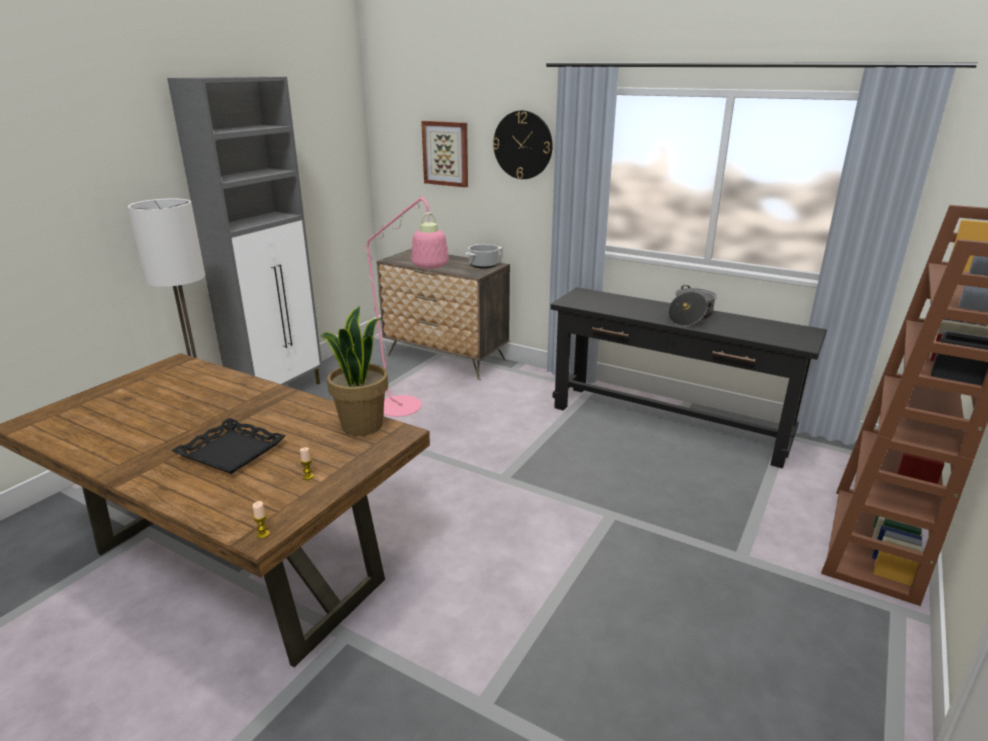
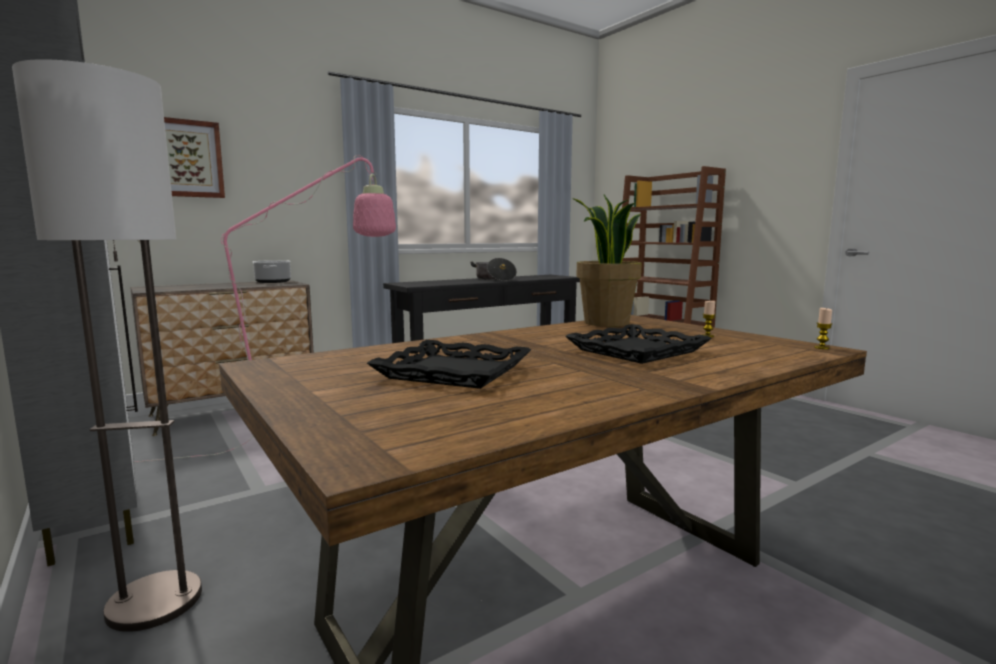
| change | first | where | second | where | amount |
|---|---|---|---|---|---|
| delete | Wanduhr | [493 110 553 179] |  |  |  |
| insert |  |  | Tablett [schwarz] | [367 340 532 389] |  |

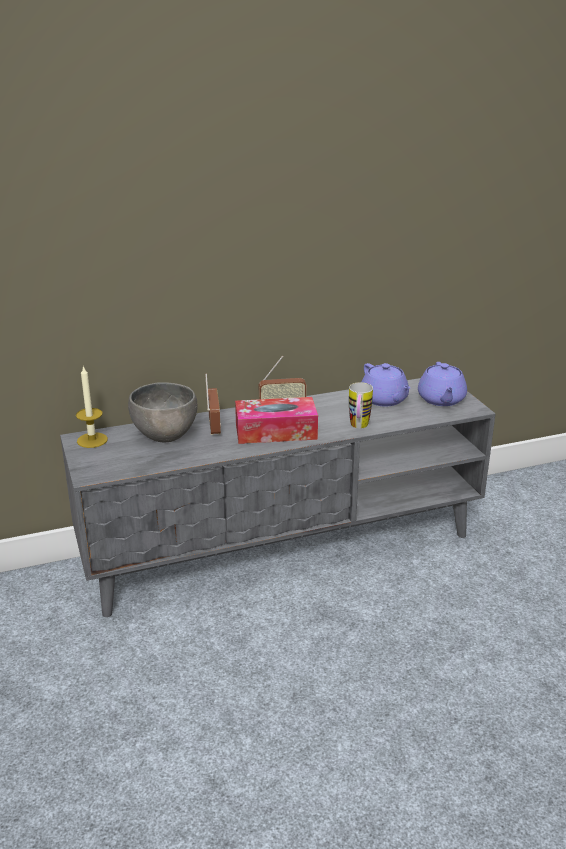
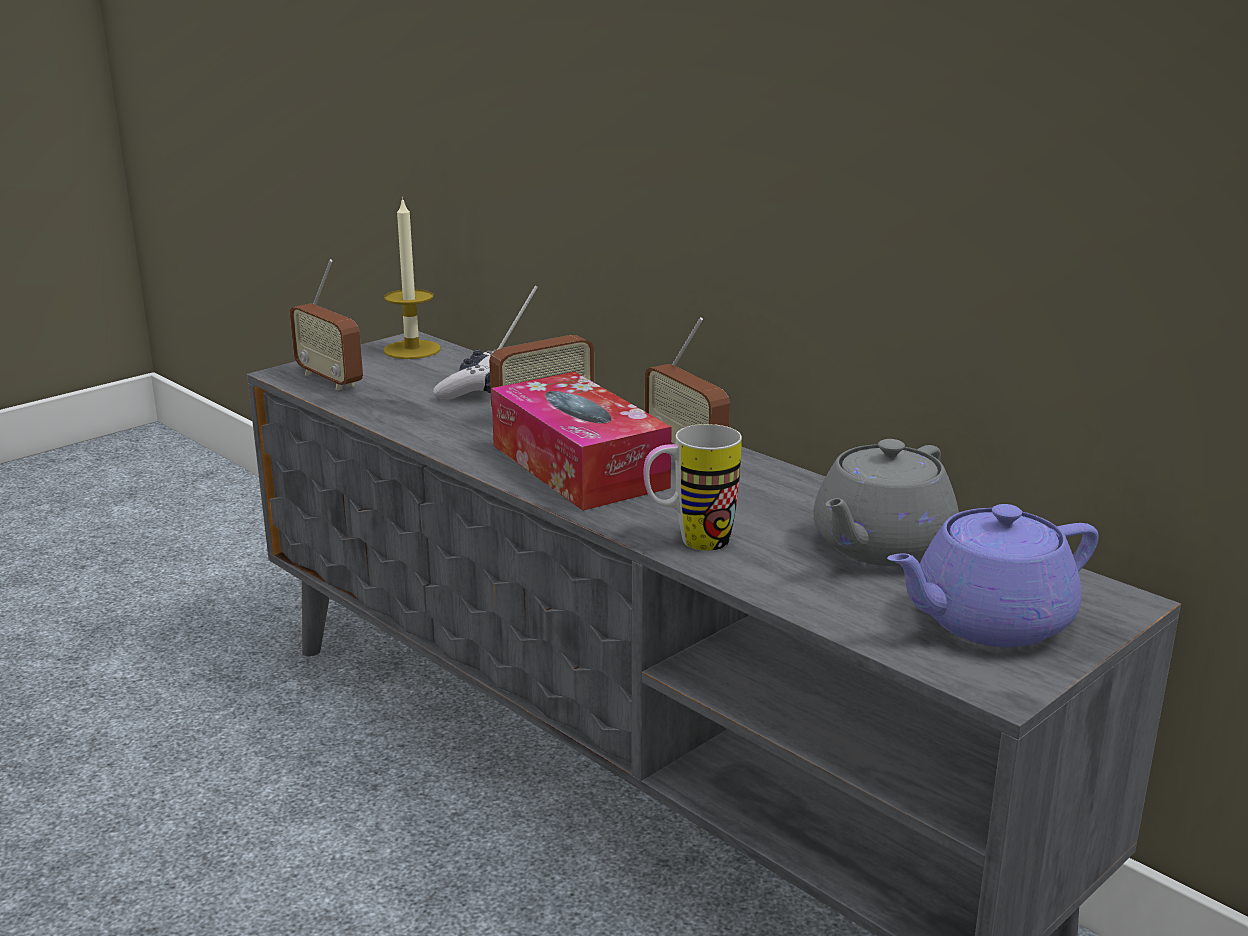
| change | first | where | second | where | amount |
|---|---|---|---|---|---|
| recolor | Teekanne [lila] | [362 363 410 406] | Teekanne [grau] | [813 439 959 566] |  |
| replace | Schüssel [grau] | [128 382 198 442] | Gamepad | [433 349 496 400] |  |
| insert |  |  | Radio | [290 259 363 390] |  |

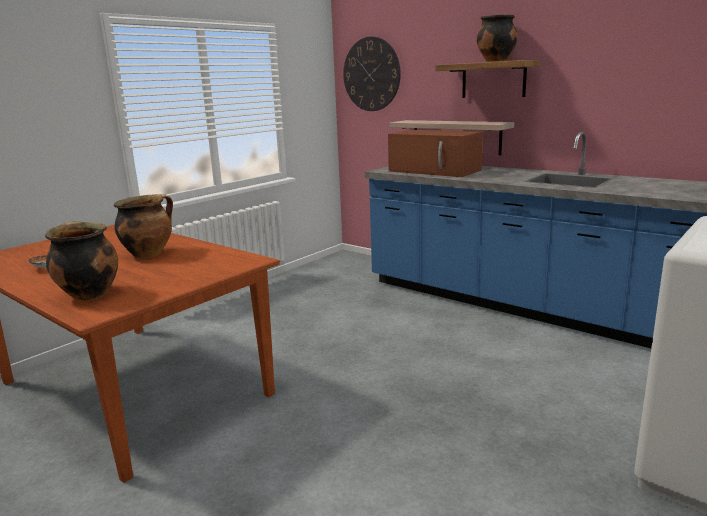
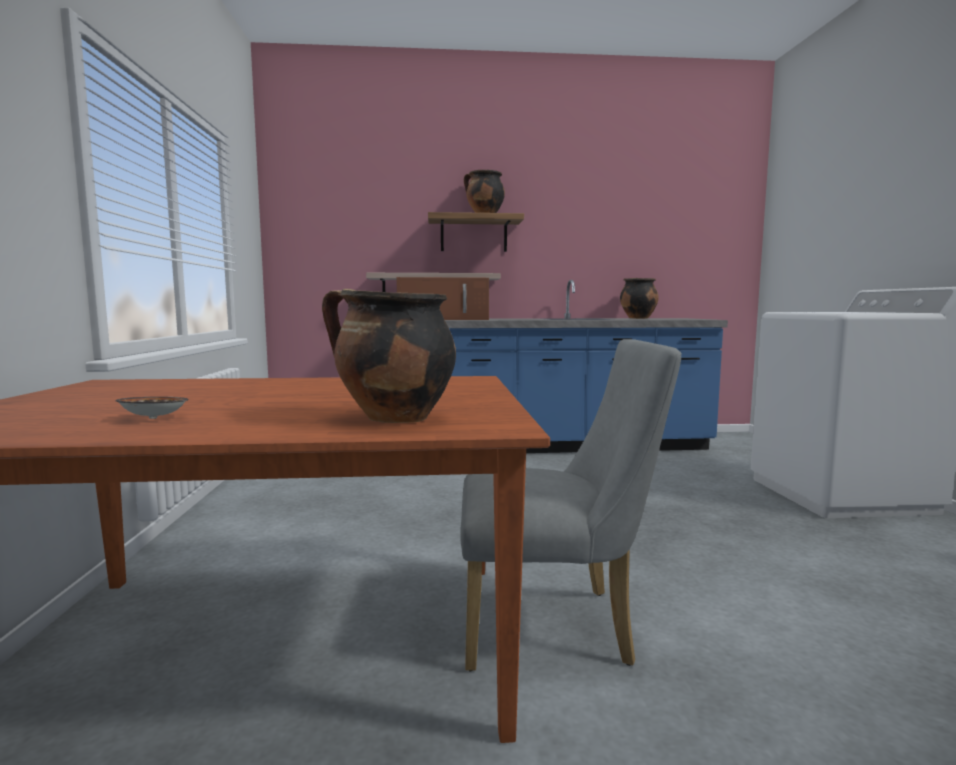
| change | first | where | second | where | amount |
|---|---|---|---|---|---|
| delete | Wanduhr | [343 36 401 111] |  |  |  |
| move | Kochtopf | [114 194 173 258] |  | [620 278 659 319] |  |
| insert |  |  | Stuhl [grau] | [460 339 681 671] |  |

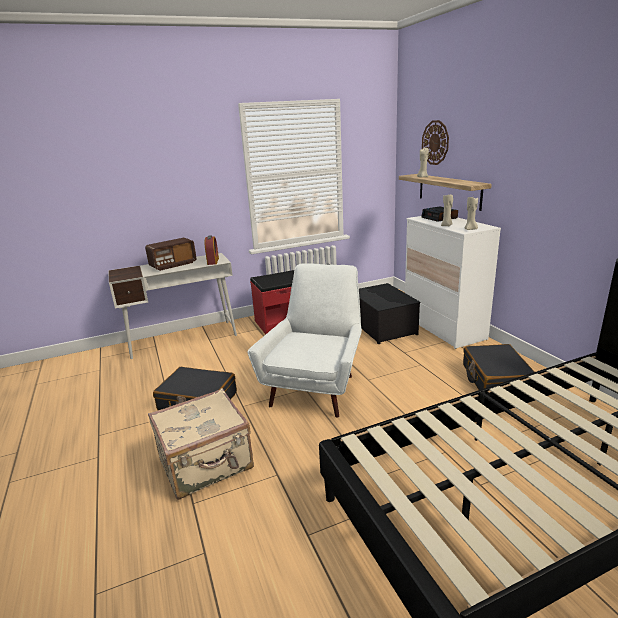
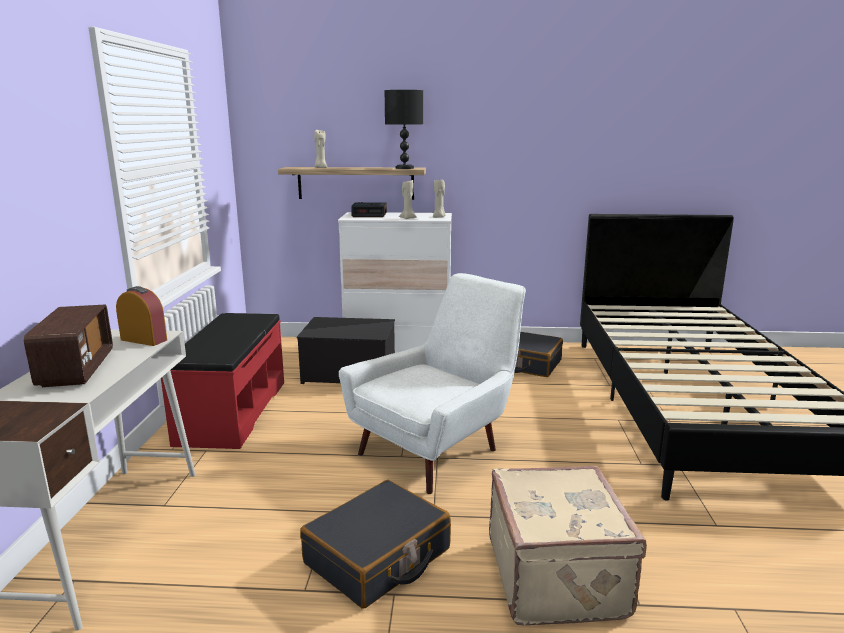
| change | first | where | second | where | amount |
|---|---|---|---|---|---|
| delete | Wanduhr | [422 120 449 165] |  |  |  |
| rotate | Sessel [weiß] | [247 263 362 417] |  | [339 273 526 494] | 90 degrees clockwise |
| insert |  |  | Tischlampe [schwarz] | [384 90 423 169] |  |

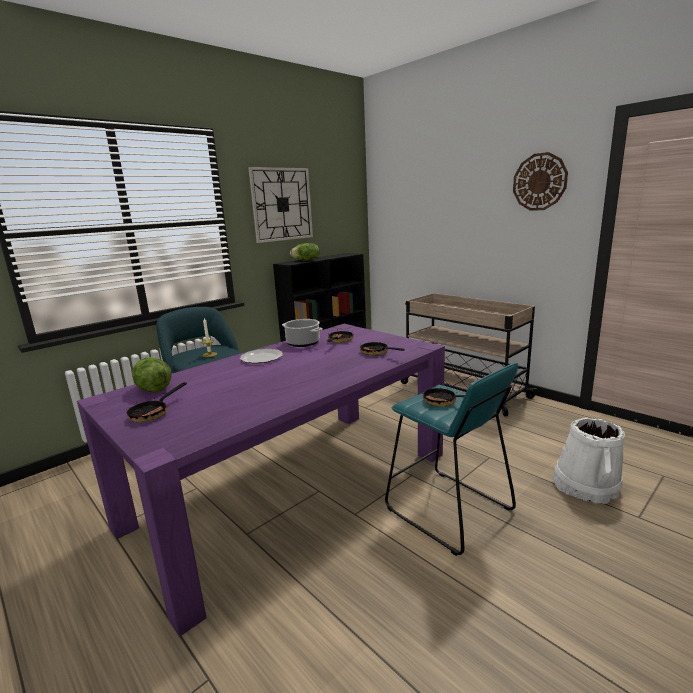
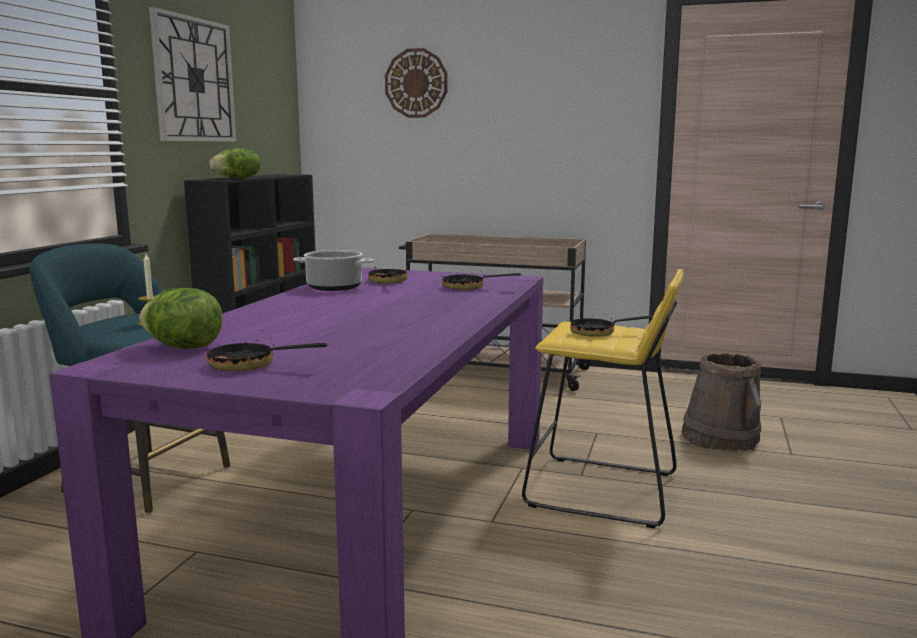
| change | first | where | second | where | amount |
|---|---|---|---|---|---|
| move | Wanduhr | [513 152 568 211] |  | [385 48 448 118] |  |
| delete | Teller | [240 349 283 364] |  |  |  |
| recolor | Hocker [türkis] | [385 363 518 556] | Hocker [gelb] | [522 269 684 528] |  |
| rotate | Pfanne | [127 382 187 423] |  | [204 338 327 372] | 105 degrees clockwise |
| recolor | Eimer [weiß] | [552 417 625 504] | Eimer [braun] | [682 353 761 451] |  |

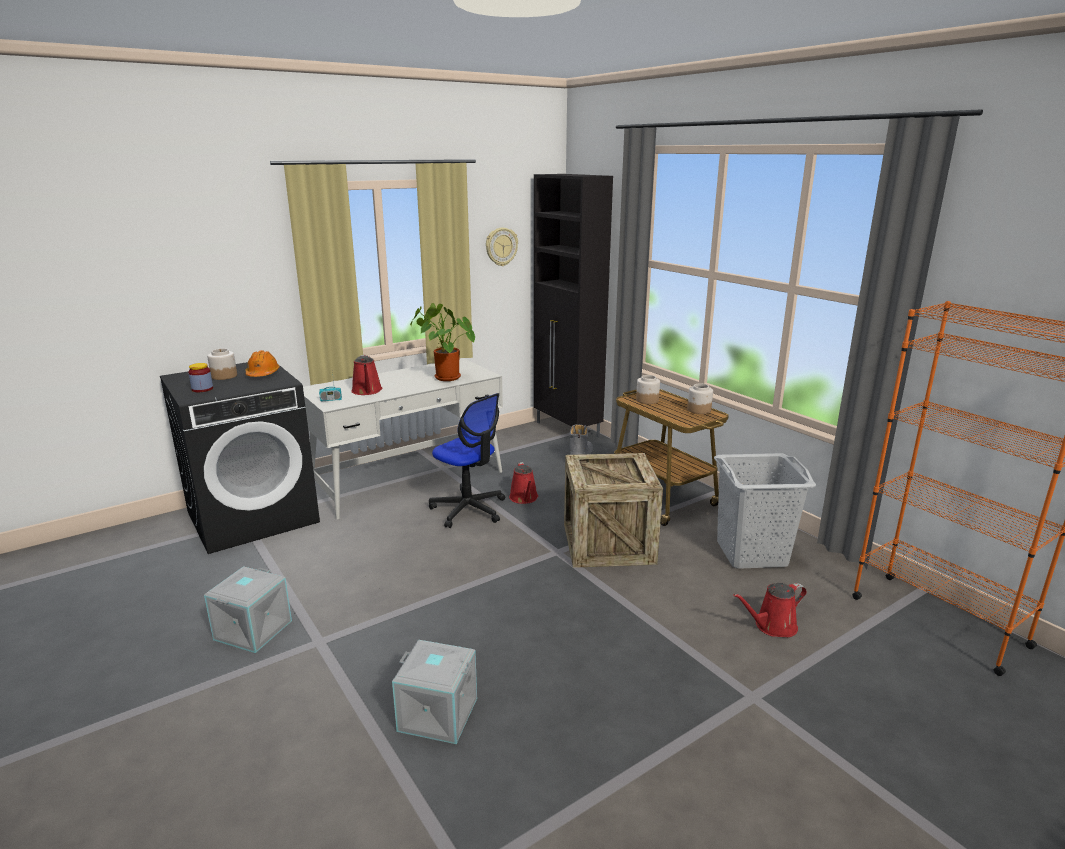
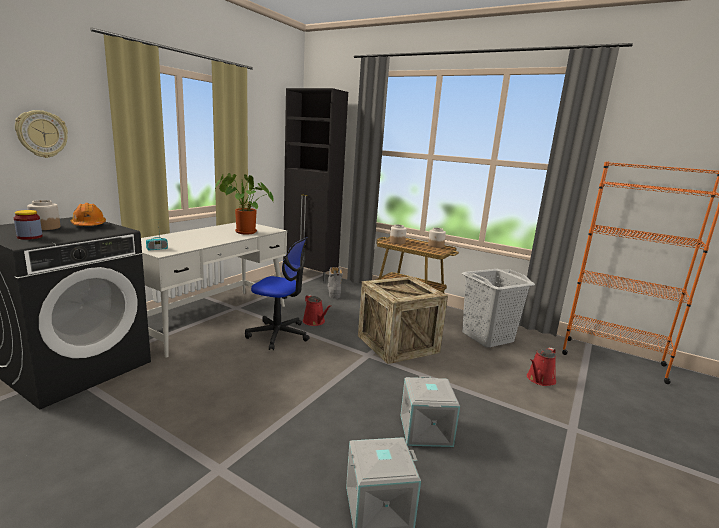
| change | first | where | second | where | amount |
|---|---|---|---|---|---|
| move | Wanduhr | [486 228 518 266] |  | [15 110 68 158] |  |
| delete | Gießkanne [rot] | [351 355 383 395] |  |  |  |
| move | Aufbewahrungsbox [grau] | [204 566 292 653] |  | [401 376 460 447] |  |

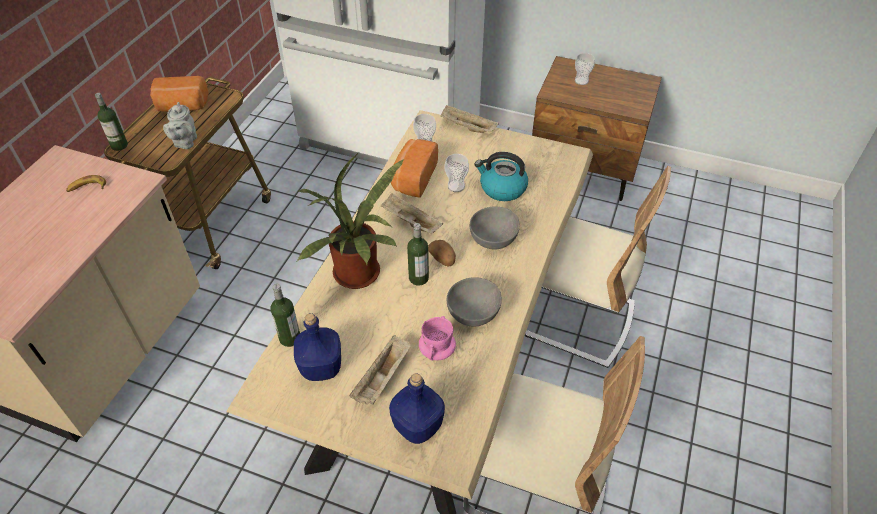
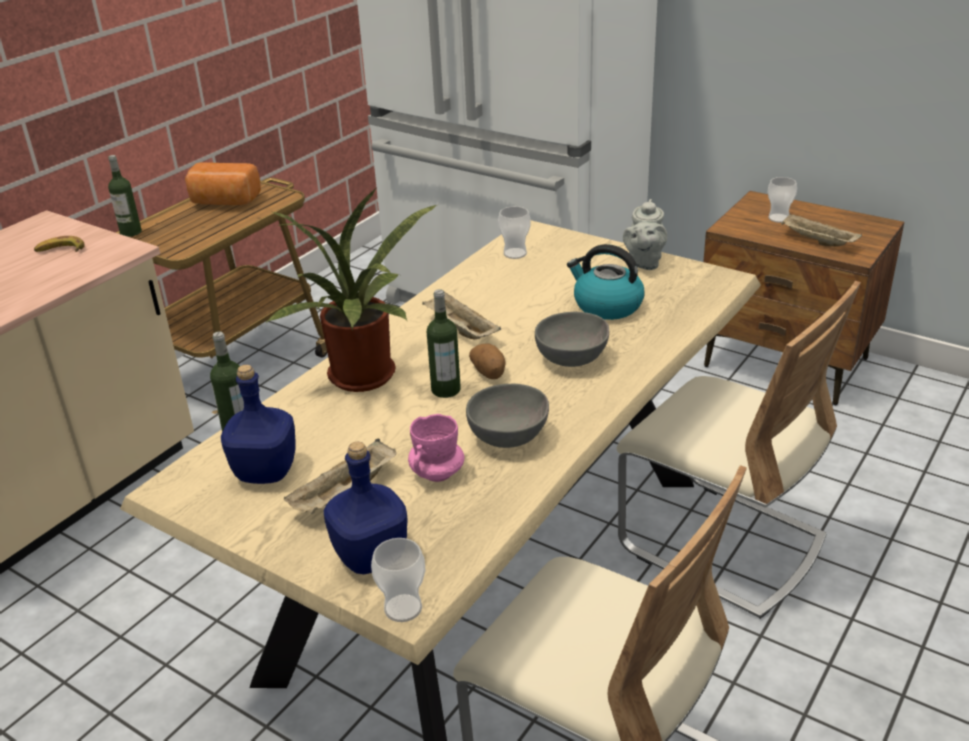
| change | first | where | second | where | amount |
|---|---|---|---|---|---|
| move | Teekanne [grau] | [163 102 197 149] |  | [623 199 667 270] |  |
| move | Tablett [beige] | [440 105 499 133] |  | [781 213 862 247] |  |
| delete | Brot | [391 139 438 198] |  |  |  |
| move | Tasse | [445 154 469 192] |  | [371 538 425 622] |  |

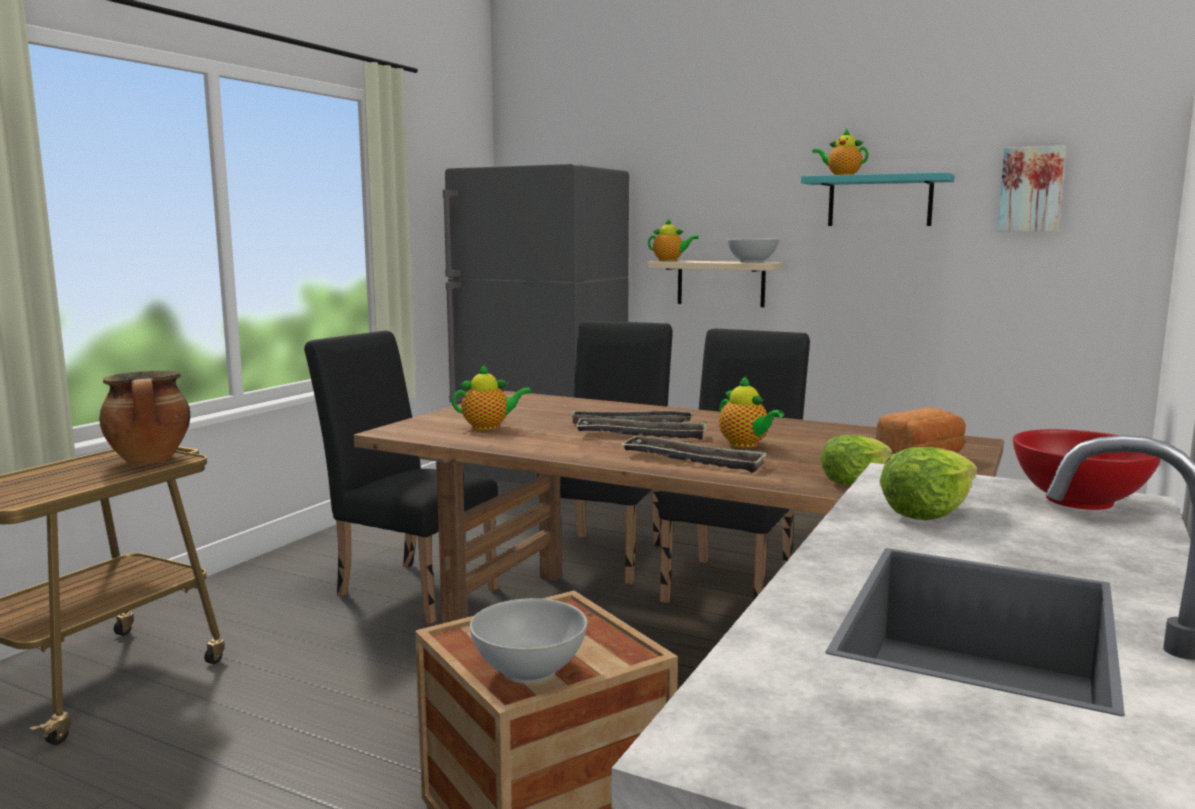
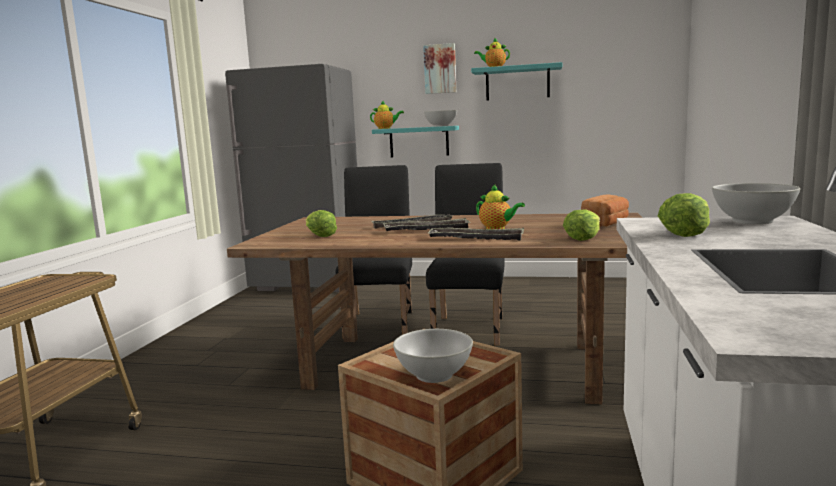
| change | first | where | second | where | amount |
|---|---|---|---|---|---|
| move | Bild | [997 146 1065 232] |  | [423 43 456 94] |  |
| recolor | Wandregal [beige] | [647 261 783 307] | Wandregal [türkis] | [372 126 459 157] |  |
| delete | Stuhl [schwarz] | [304 330 499 624] |  |  |  |
| replace | Teekanne | [452 364 532 430] | Salatkopf | [306 210 337 237] |  |
| delete | Kochtopf | [99 371 190 465] |  |  |  |
| recolor | Schüssel [rot] | [1013 429 1161 510] | Schüssel [weiß] | [712 183 800 224] |  |

